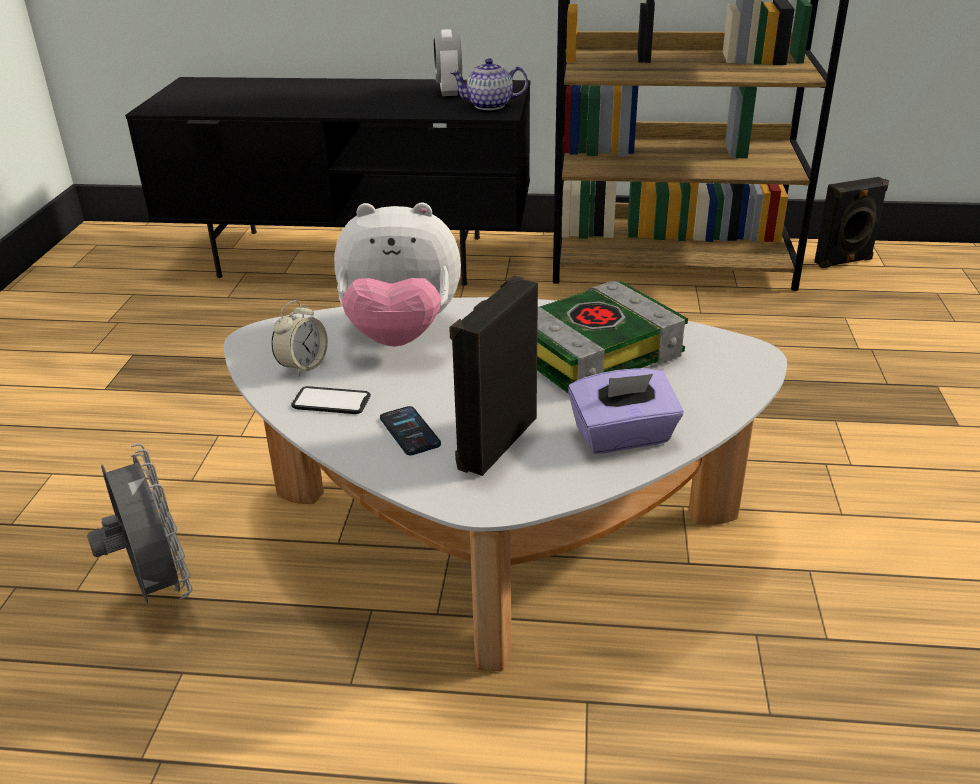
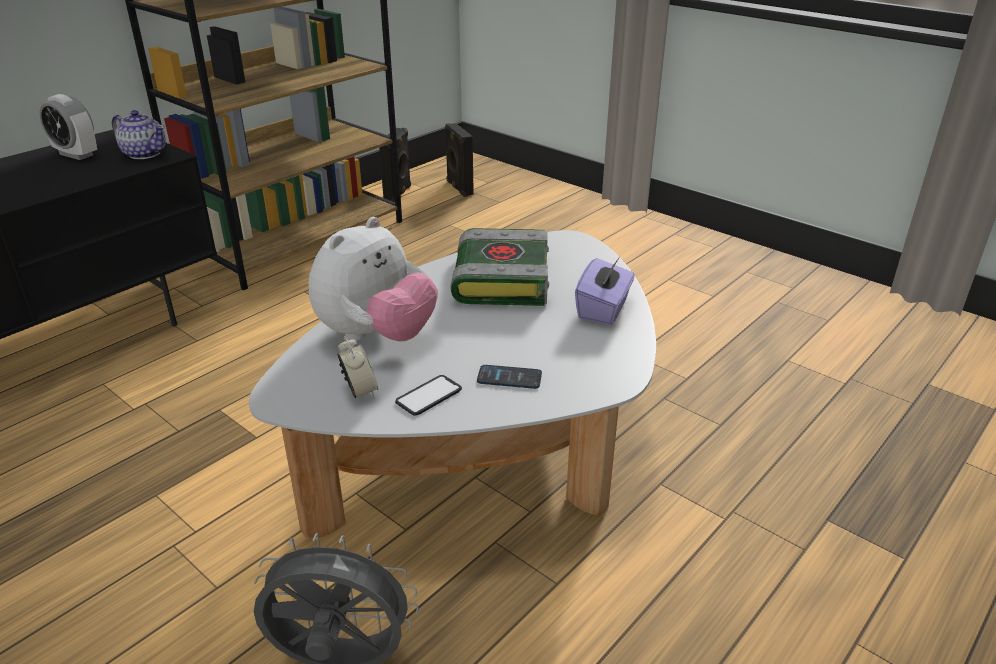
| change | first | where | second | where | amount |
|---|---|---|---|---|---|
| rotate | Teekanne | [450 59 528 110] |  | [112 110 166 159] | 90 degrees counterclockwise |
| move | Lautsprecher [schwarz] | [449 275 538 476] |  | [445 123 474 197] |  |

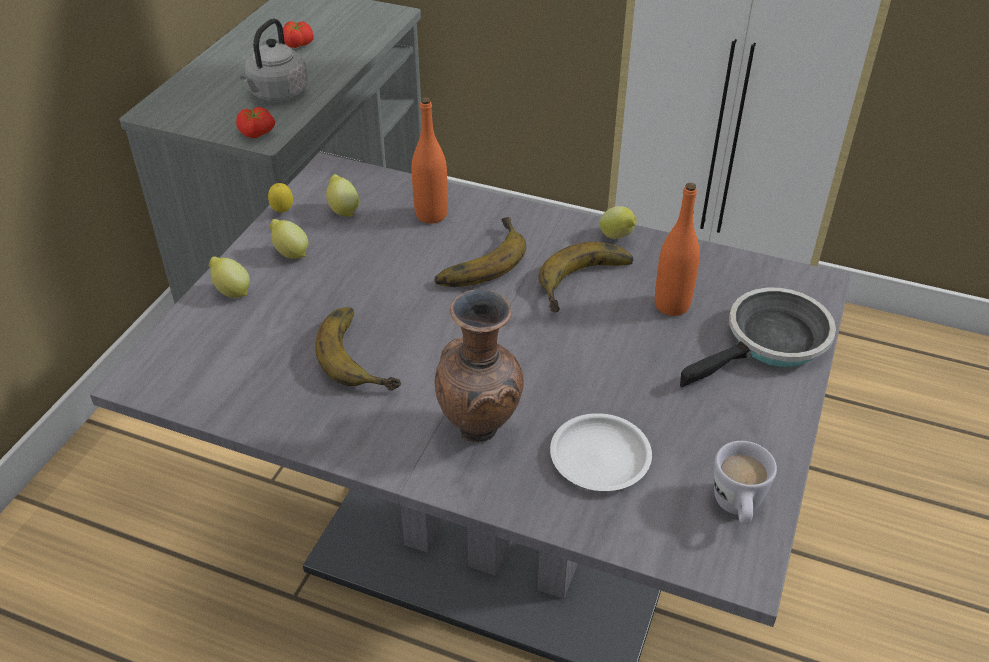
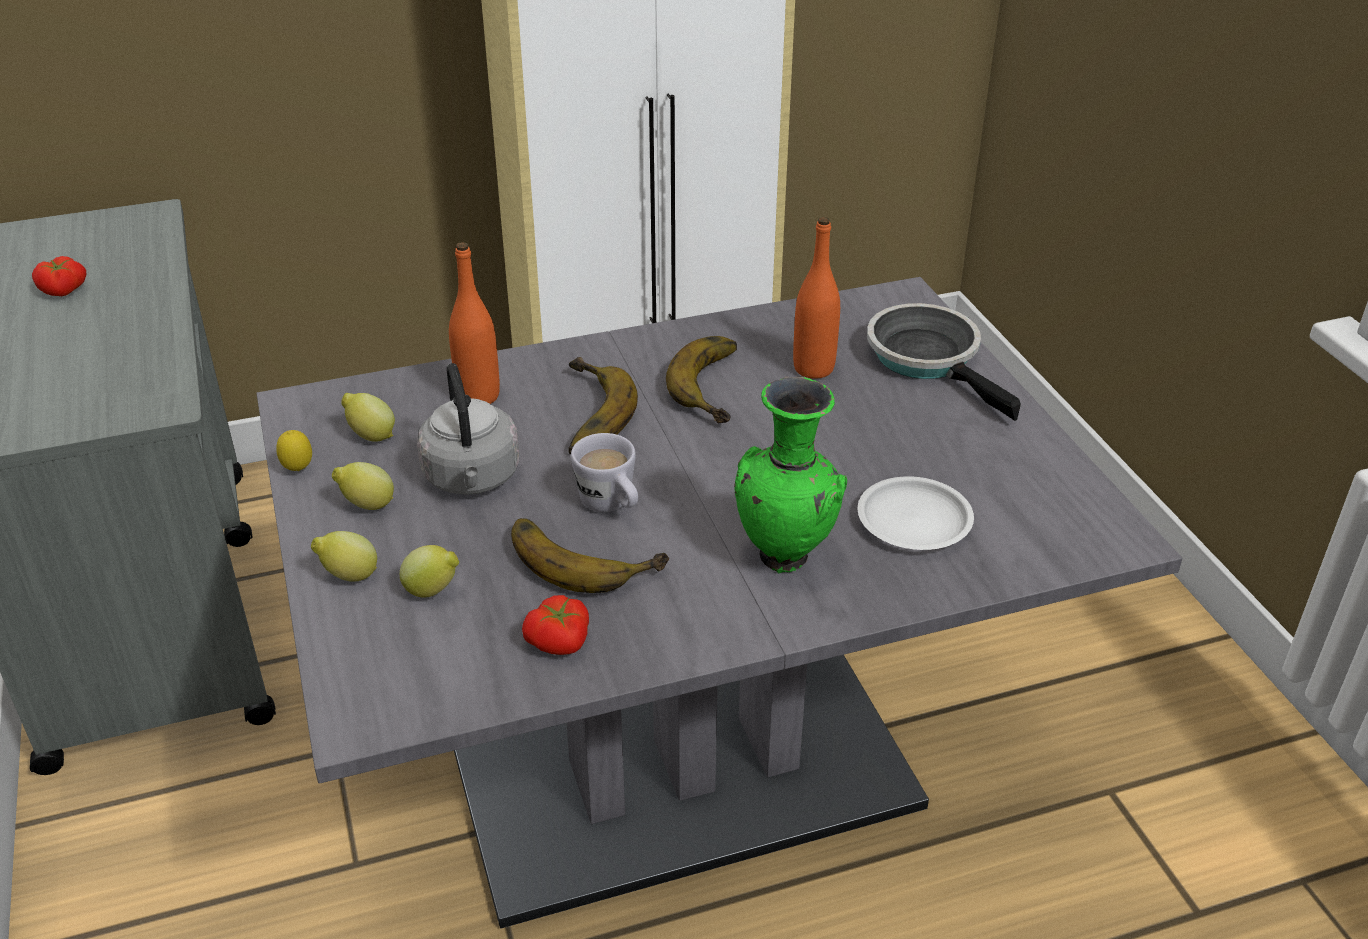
| change | first | where | second | where | amount |
|---|---|---|---|---|---|
| move | Wasserkessel [grau] | [240 19 308 102] |  | [417 363 520 495] |  |
| move | Tomate | [236 107 275 138] |  | [522 595 589 655] |  |
| move | Zitrone | [600 206 637 239] |  | [400 545 459 598] |  |
| rotate | Pfanne | [680 288 836 387] |  | [867 303 1021 421] | 45 degrees counterclockwise |
| recolor | Vase [braun] | [434 289 524 443] | Vase [grün] | [734 377 847 573] |  |
| move | Henkelbecher [weiß] | [714 441 777 524] |  | [571 433 638 512] |  |

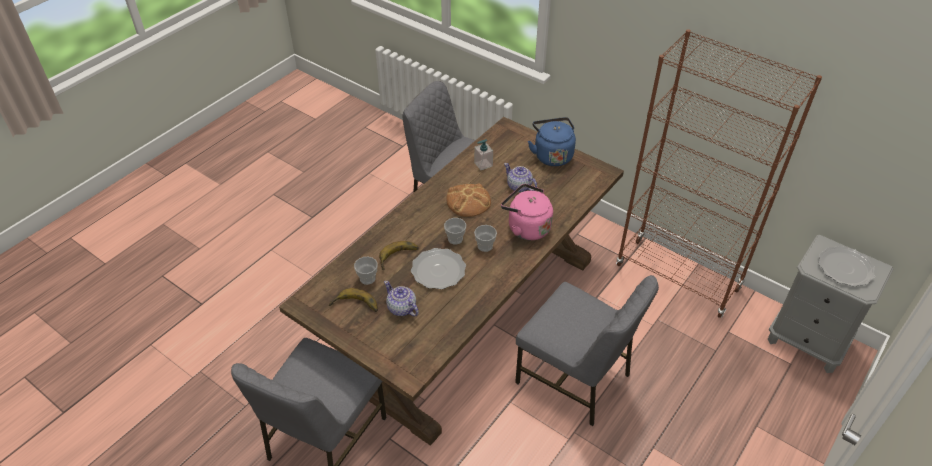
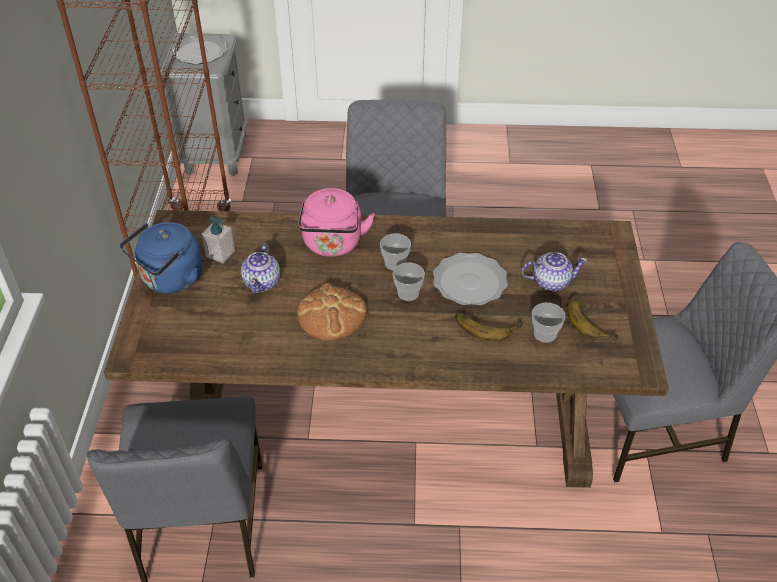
| change | first | where | second | where | amount |
|---|---|---|---|---|---|
| move | Seifenspender | [474 139 493 170] |  | [202 217 235 263] |  |
| rotate | Teekanne | [384 281 419 317] |  | [521 252 587 291] | 105 degrees counterclockwise |

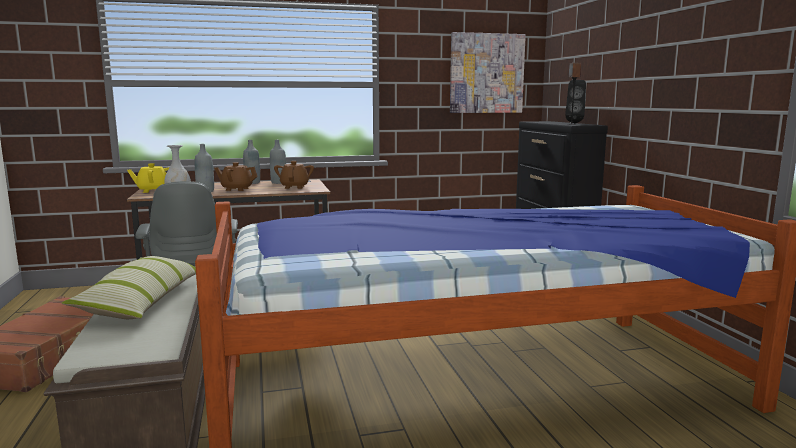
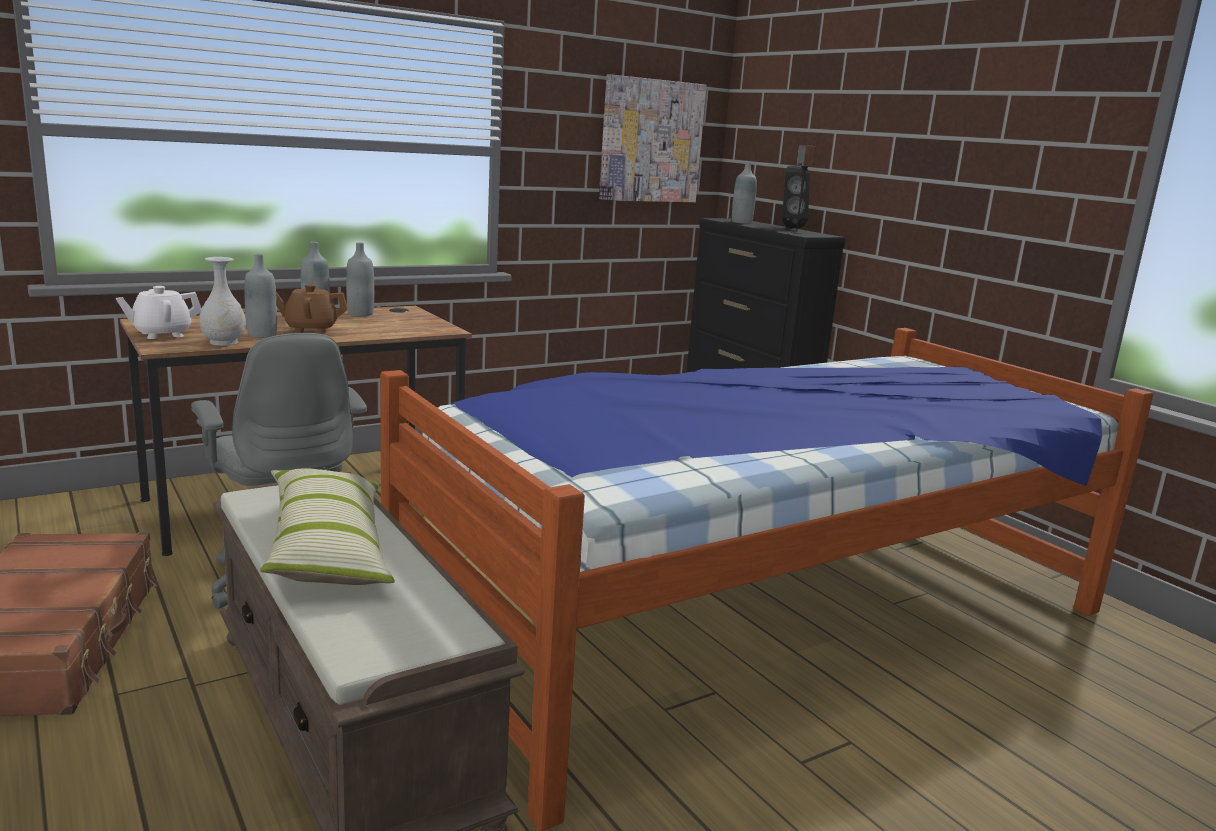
| change | first | where | second | where | amount |
|---|---|---|---|---|---|
| delete | Teekanne [braun] | [274 161 314 189] |  |  |  |
| recolor | Teekanne [gelb] | [127 163 170 193] | Teekanne [weiß] | [116 286 202 339] |  |
| insert |  |  | Flasche [grau] | [732 162 757 224] |  |

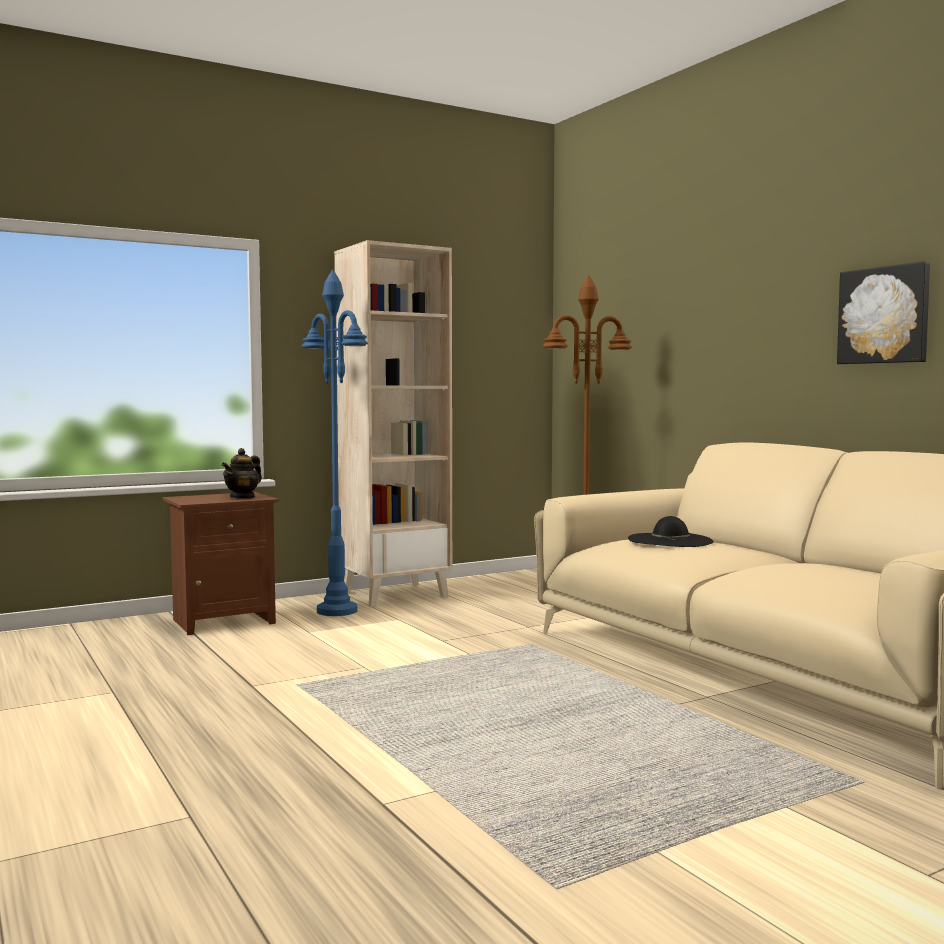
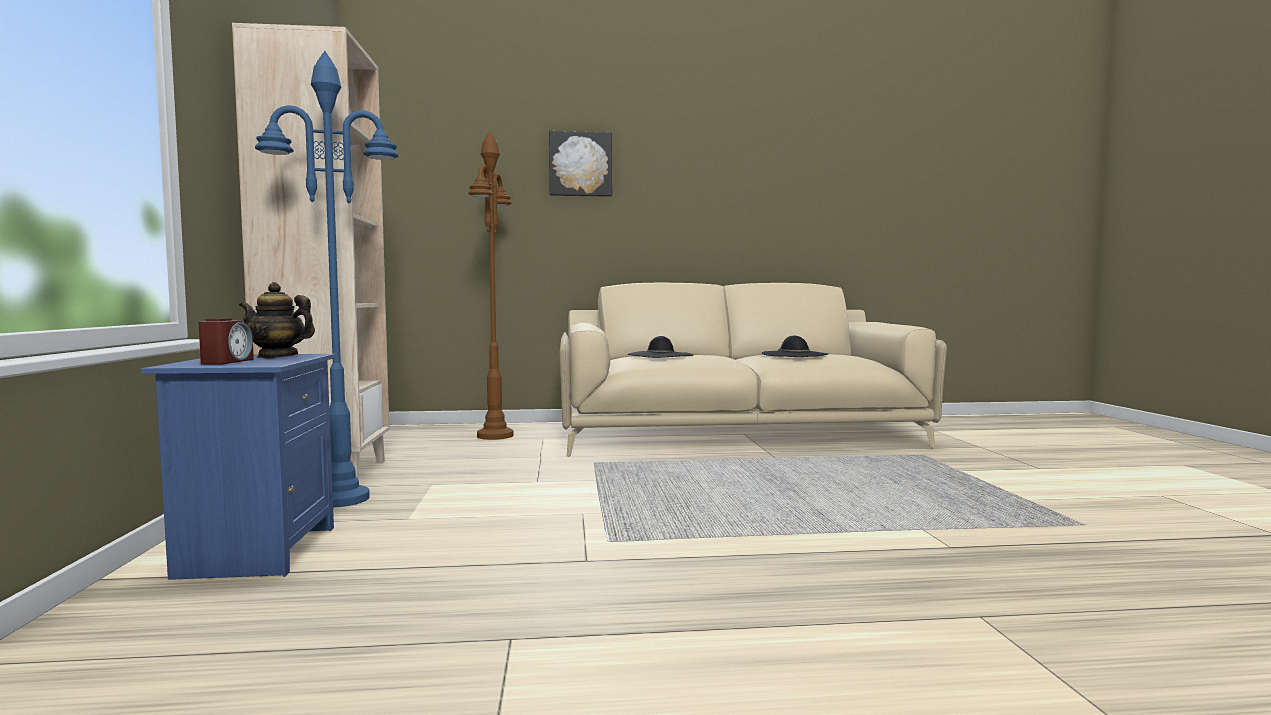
| change | first | where | second | where | amount |
|---|---|---|---|---|---|
| move | Bild | [837 261 930 364] |  | [549 131 612 197] |  |
| rotate | Teekanne | [222 448 262 499] |  | [239 282 315 358] | 135 degrees clockwise |
| recolor | Nachttisch [braun] | [163 492 279 635] | Nachttisch [blau] | [141 354 335 580] |  |
| insert |  |  | Wecker | [199 318 254 364] |  |
| insert |  |  | Hut [schwarz] | [762 336 828 357] |  |

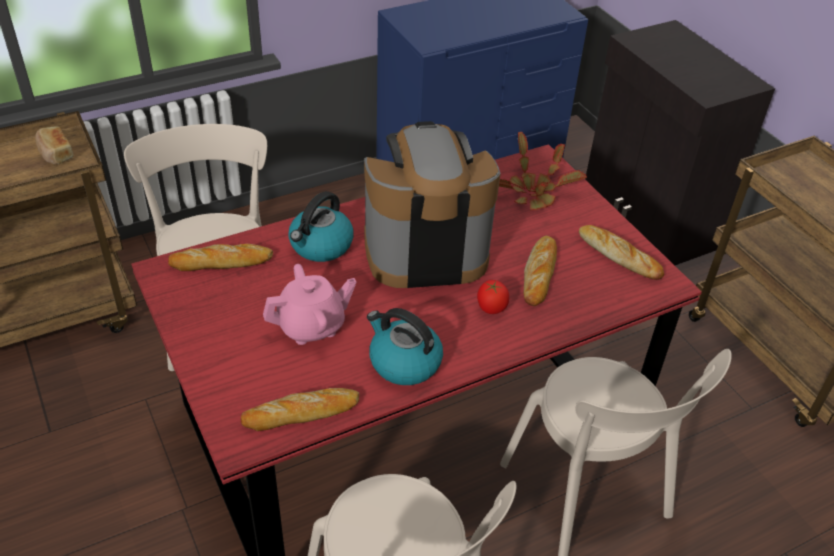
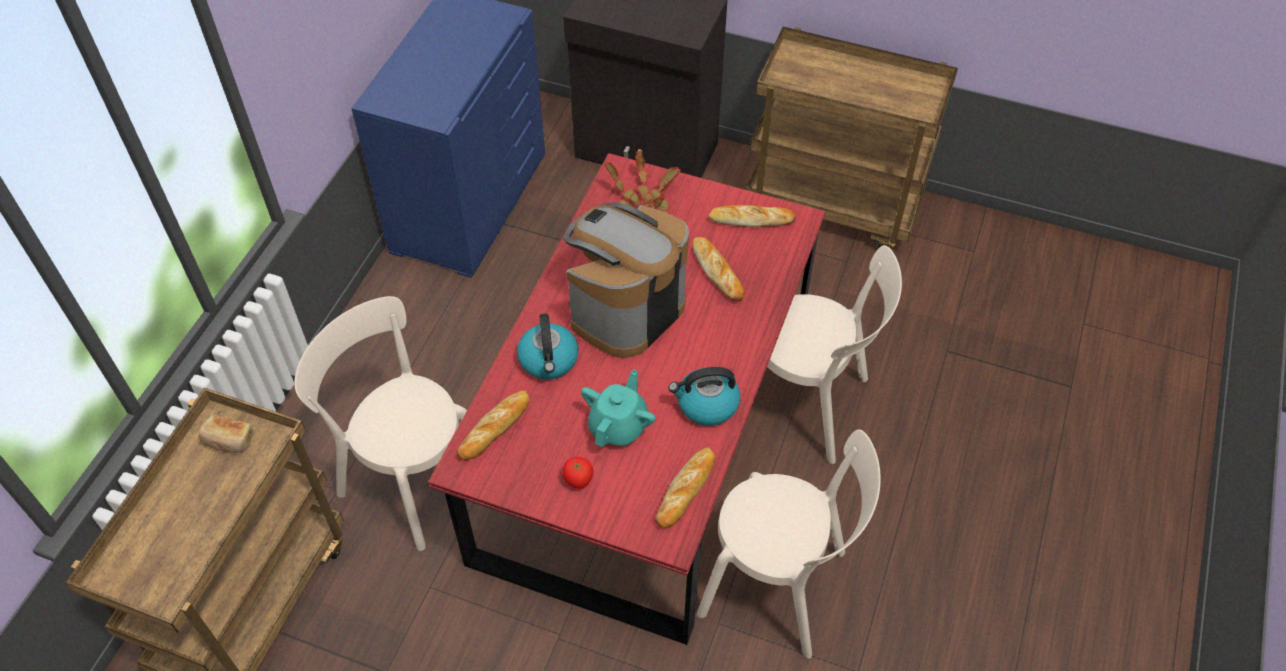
| change | first | where | second | where | amount |
|---|---|---|---|---|---|
| recolor | Teekanne [rosa] | [263 264 356 345] | Teekanne [türkis] | [581 369 655 447] |  |
| move | Tomate | [477 280 509 314] |  | [562 457 594 489] |  |

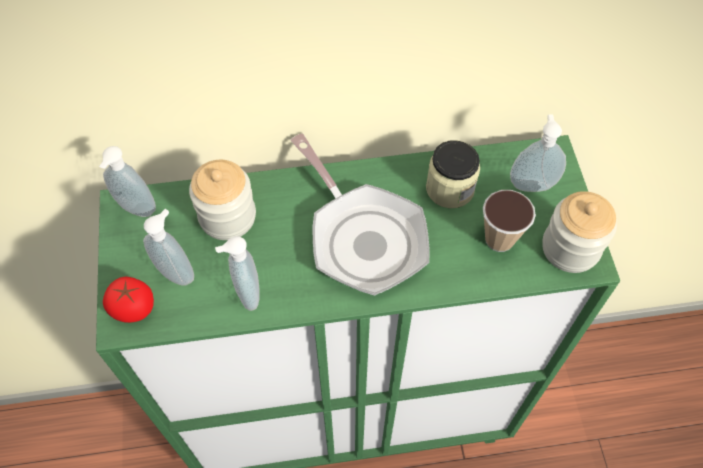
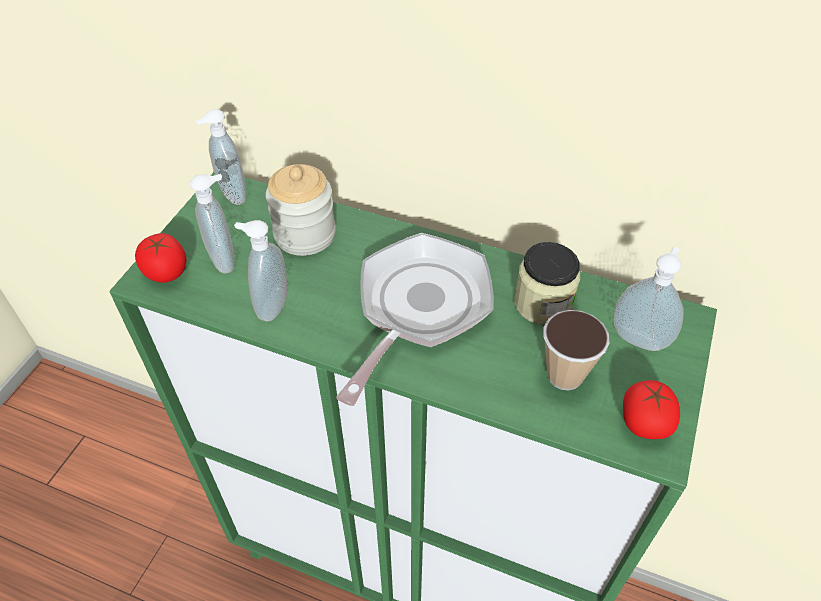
| change | first | where | second | where | amount |
|---|---|---|---|---|---|
| rotate | Pfanne | [290 133 430 295] |  | [336 233 494 406] | 150 degrees counterclockwise |
| replace | Vorratsglas | [542 191 617 273] | Tomate | [623 380 680 439] |  |

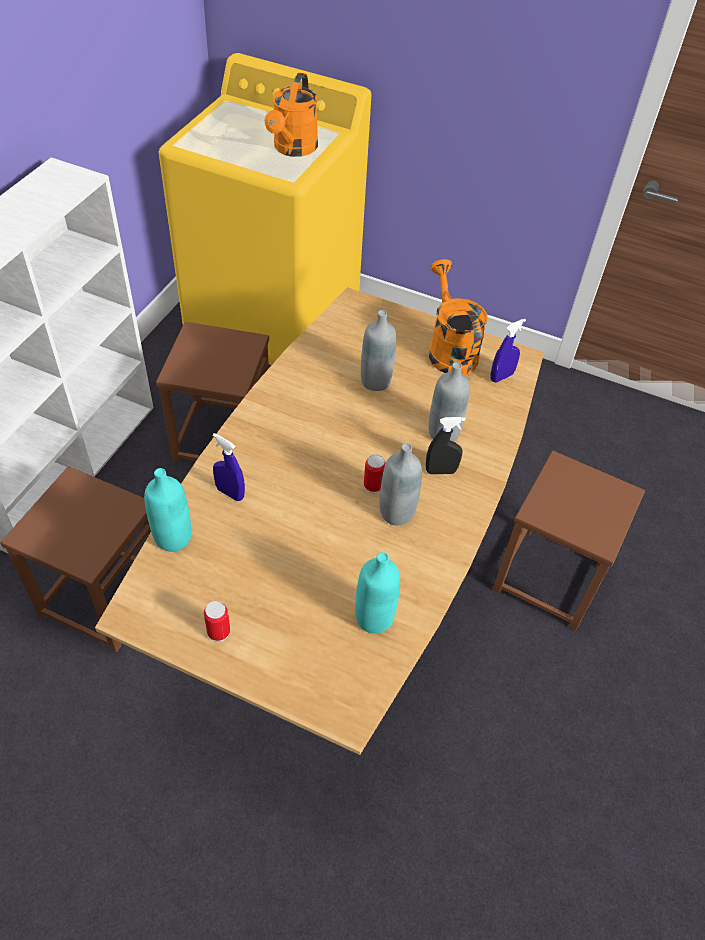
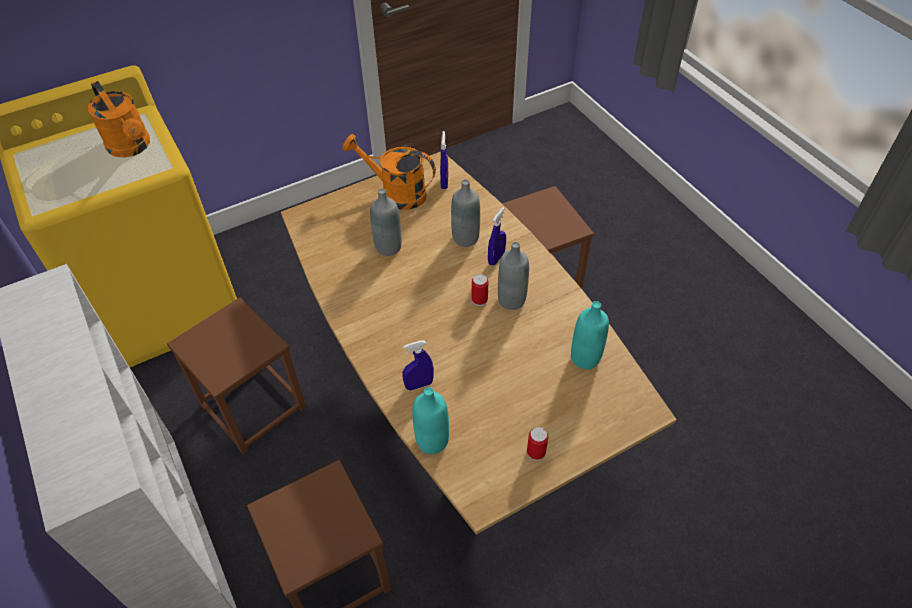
| change | first | where | second | where | amount |
|---|---|---|---|---|---|
| recolor | Sprühflasche [schwarz] | [426 417 466 474] | Sprühflasche [blau] | [488 207 506 266] |  |

